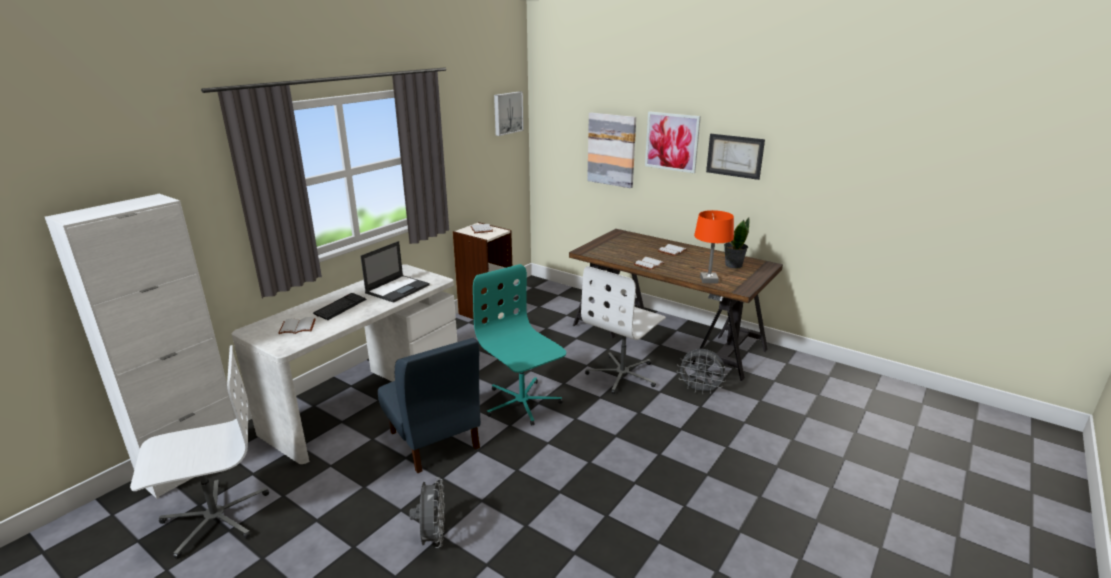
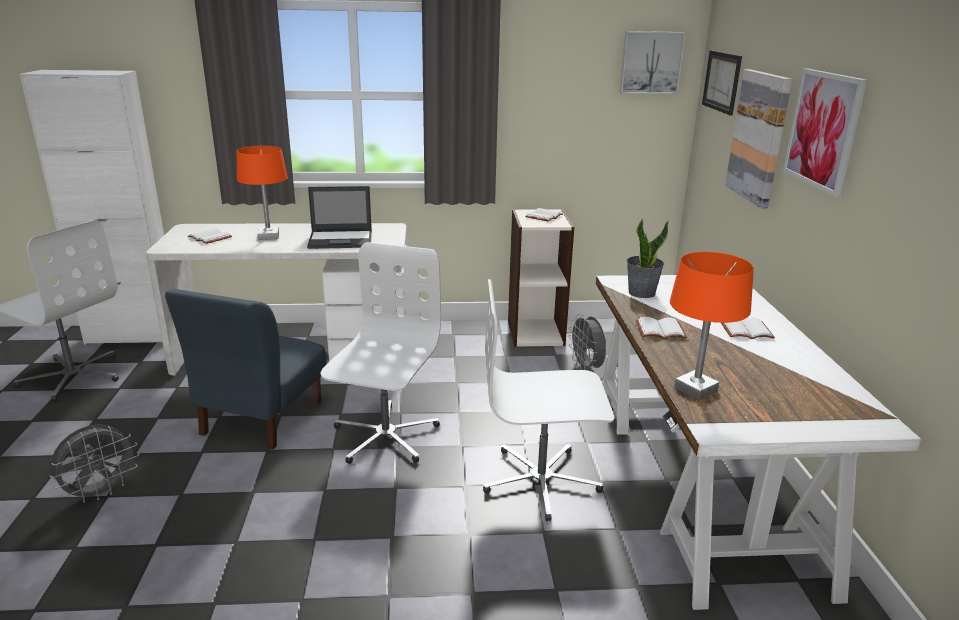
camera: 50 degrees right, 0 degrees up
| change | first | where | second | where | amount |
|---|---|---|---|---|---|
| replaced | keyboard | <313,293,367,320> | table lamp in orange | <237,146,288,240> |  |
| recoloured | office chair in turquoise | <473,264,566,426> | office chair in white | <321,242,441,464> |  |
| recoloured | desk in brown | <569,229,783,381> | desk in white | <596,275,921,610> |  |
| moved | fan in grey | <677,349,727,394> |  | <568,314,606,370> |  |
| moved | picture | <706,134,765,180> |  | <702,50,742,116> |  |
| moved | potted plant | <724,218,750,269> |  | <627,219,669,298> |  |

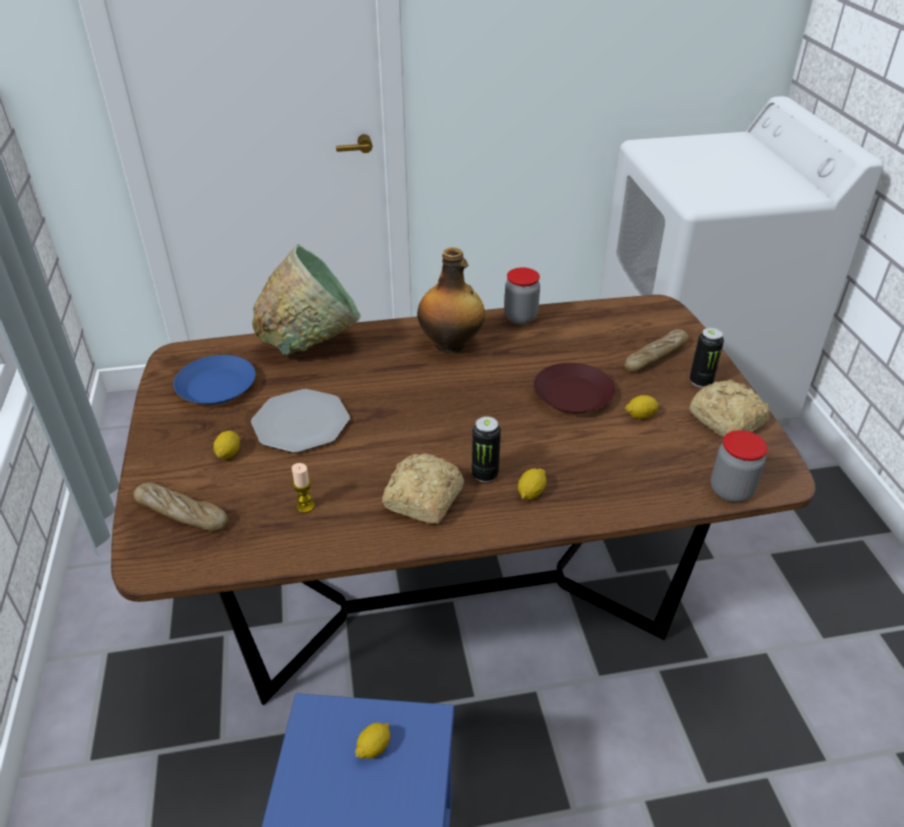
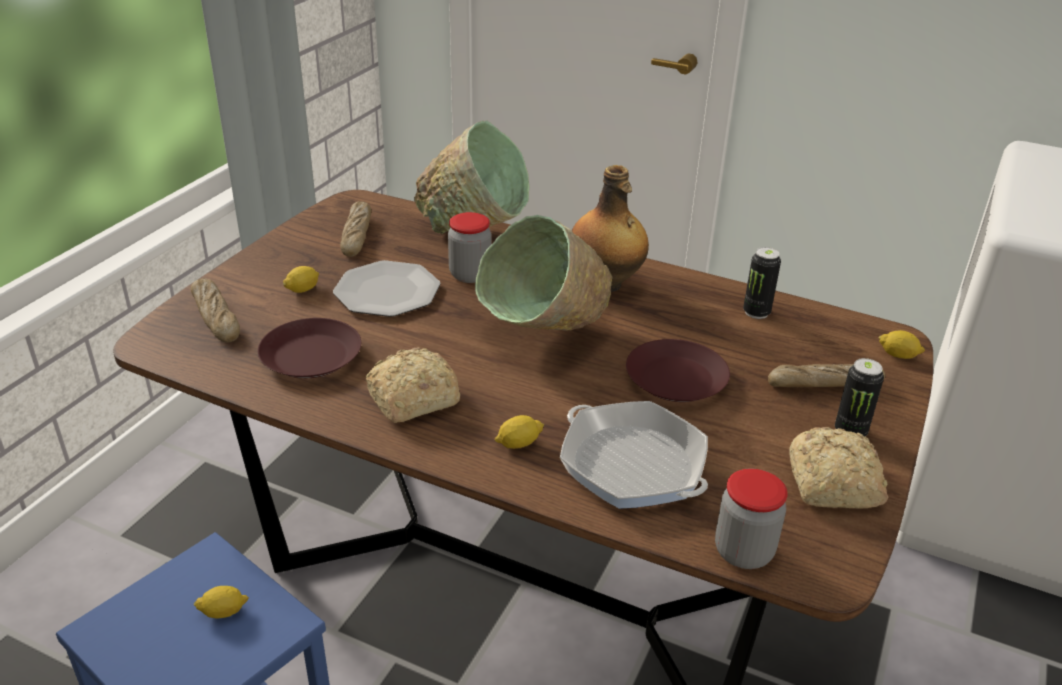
camera: 35 degrees right, 5 degrees down
| change | first | where | second | where | amount |
|---|---|---|---|---|---|
| replaced | plate in blue | <174,355,256,405> | bread | <340,201,371,257> |  |
| replaced | candle | <292,463,315,513> | plate in brown | <258,318,361,378> |  |
| moved | can | <472,416,501,482> |  | <743,247,781,319> |  |
| moved | jar | <504,267,540,325> |  | <448,212,491,283> |  |
| moved | lemon | <625,395,659,419> |  | <879,330,925,359> |  |
| added |  |  | bowl in green | <475,215,613,331> |  |
| added |  |  | frying pan | <560,401,708,509> |  |

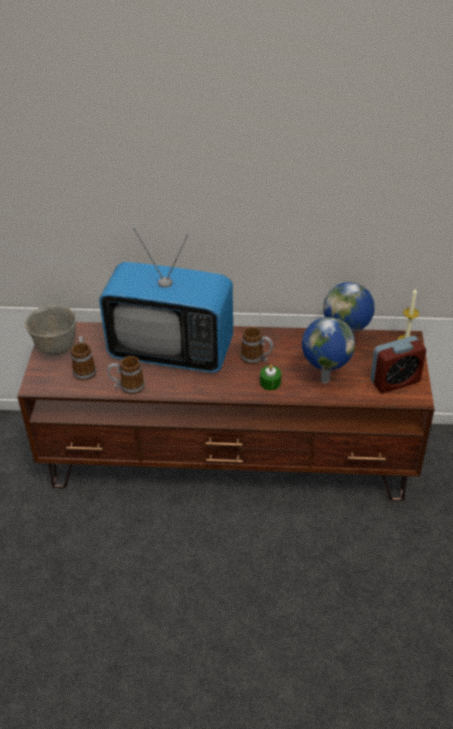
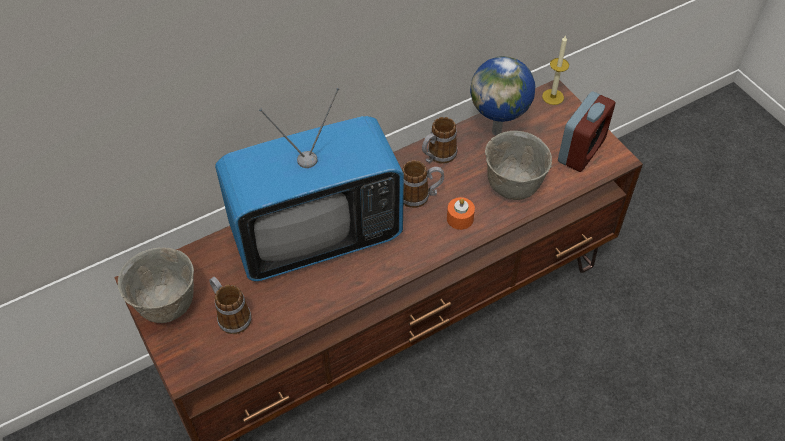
camera: 35 degrees left, 10 degrees up
| change | first | where | second | where | amount |
|---|---|---|---|---|---|
| moved | mug | <107,356,145,394> |  | <422,117,457,163> |  |
| recoloured | candle in green | <260,364,281,390> | candle in orange | <447,197,475,230> |  |
| replaced | globe | <302,317,355,384> | bowl in grey | <485,131,552,200> |  |

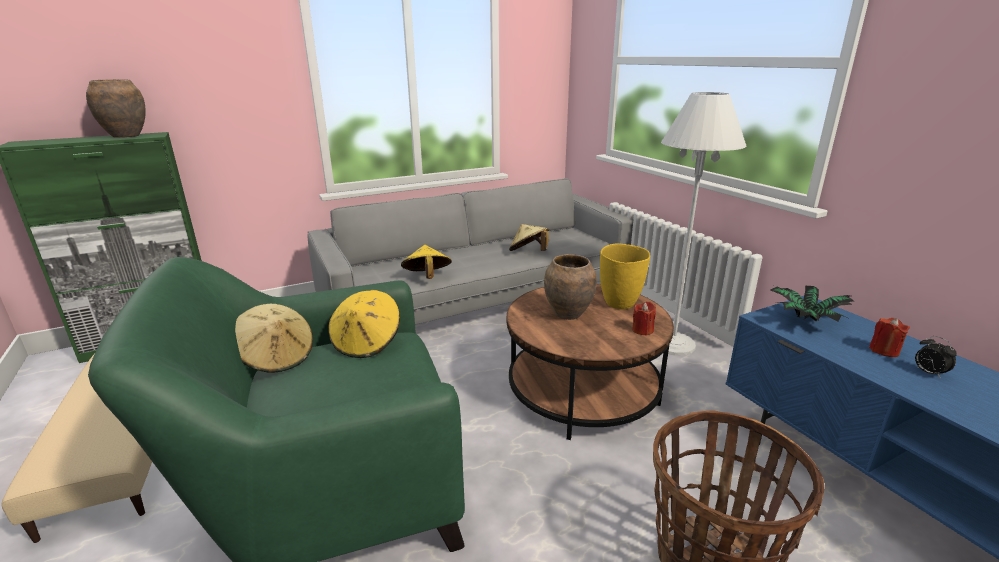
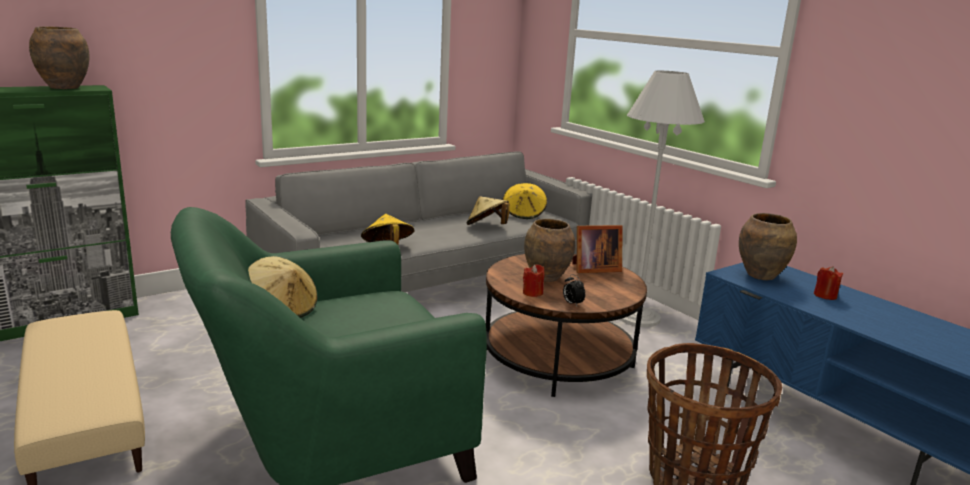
camera: 10 degrees left, 5 degrees down
| change | first | where | second | where | amount |
|---|---|---|---|---|---|
| moved | hat in yellow | <328,290,400,358> |  | <503,183,547,219> |  |
| replaced | vase in yellow | <600,243,650,309> | picture frame | <572,225,623,273> |  |
| moved | candle in red | <632,301,656,336> |  | <523,264,544,297> |  |
| replaced | potted plant | <771,286,854,322> | vase in brown | <739,213,797,280> |  |
| moved | alarm clock | <915,336,957,378> |  | <563,274,585,306> |  |

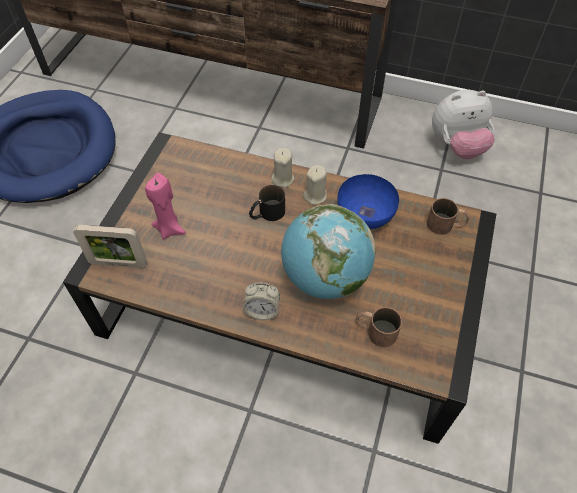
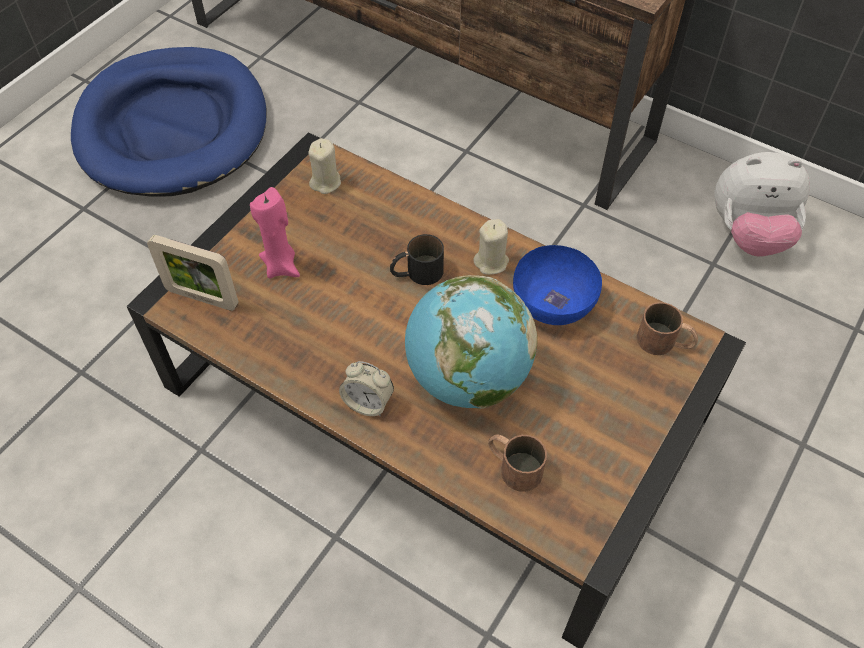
camera: 15 degrees right, 0 degrees up
| change | first | where | second | where | amount |
|---|---|---|---|---|---|
| moved | candle in beige | <271,148,294,188> |  | <308,138,341,194> |  |

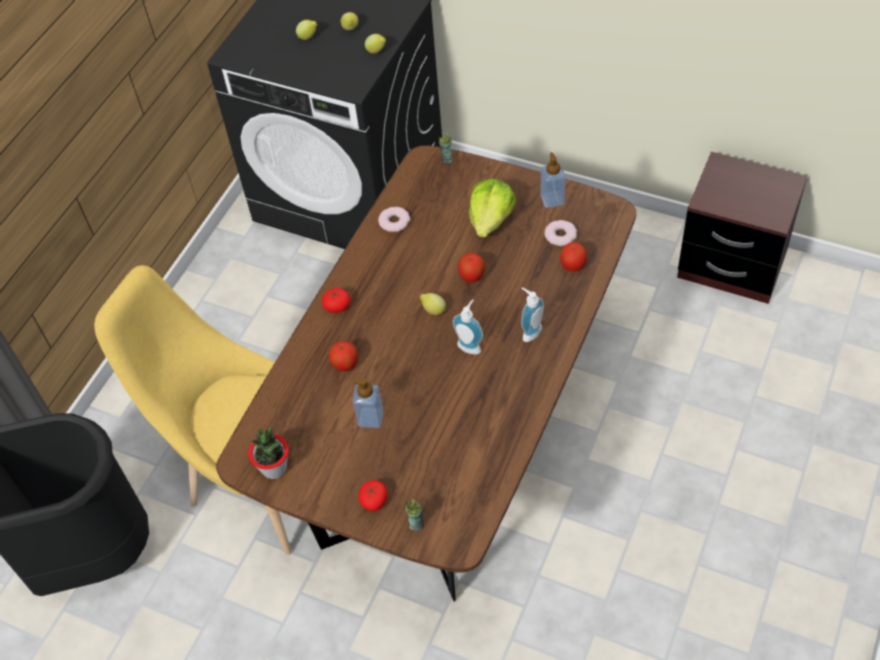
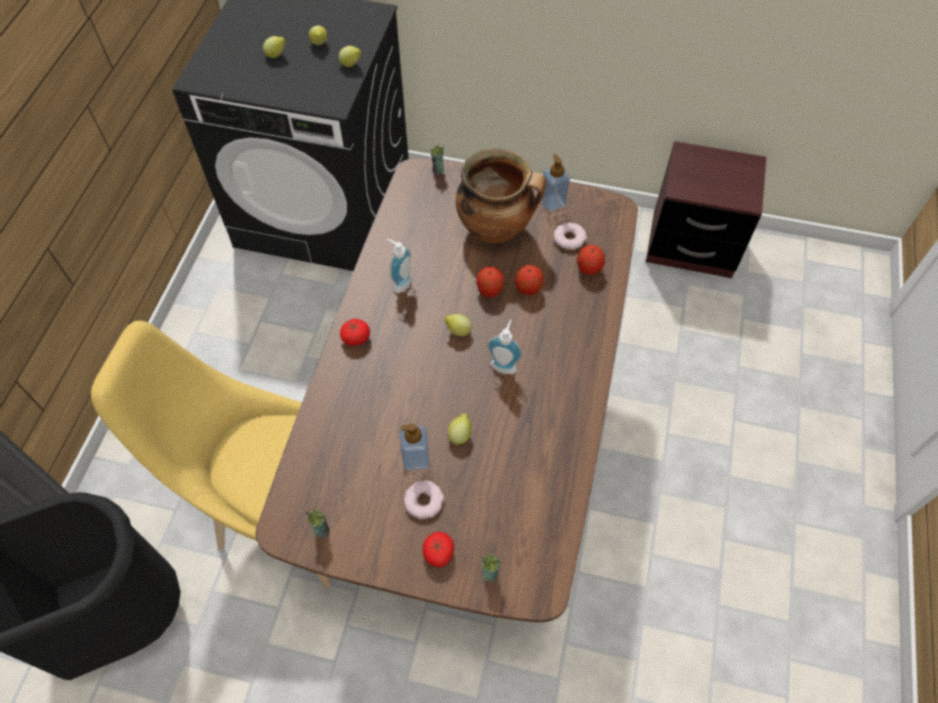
camera: 15 degrees left, 5 degrees up
| change | first | where | second | where | amount |
|---|---|---|---|---|---|
| replaced | potted plant | <248,427,289,479> | cup | <305,508,329,538> |  |
| moved | apple | <329,341,358,371> |  | <515,265,543,295> |  |
| moved | donut | <378,207,411,232> |  | <404,481,444,519> |  |
| replaced | lettuce | <469,179,516,237> | cooking pot | <456,149,546,243> |  |
| moved | soap dispenser | <521,287,544,342> |  | <387,239,412,293> |  |
| added |  |  | lemon | <447,414,471,446> |  |

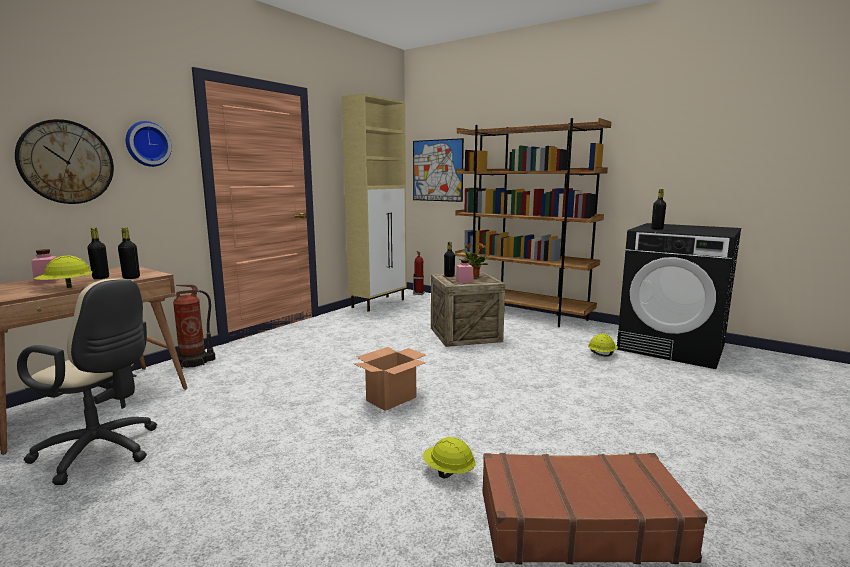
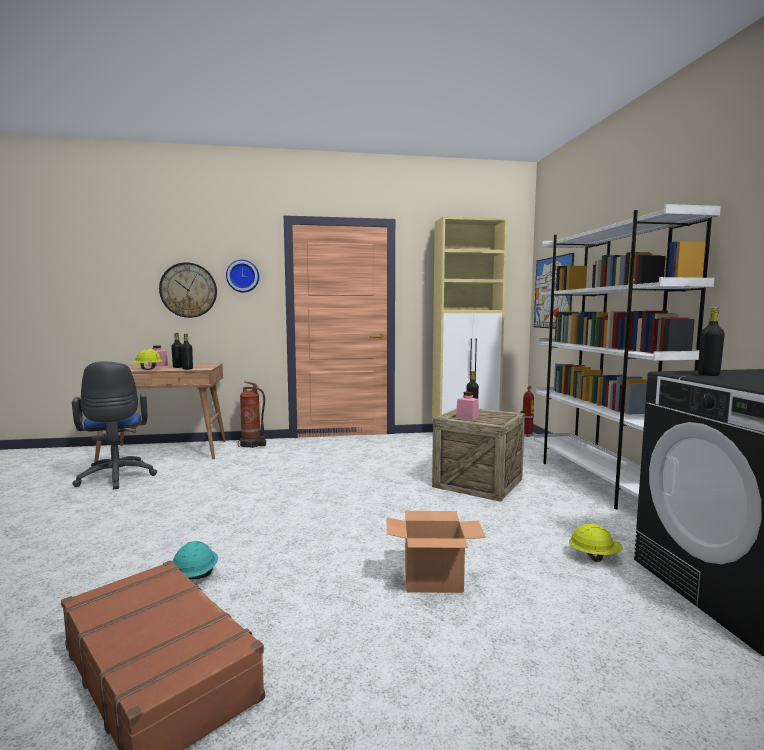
camera: 45 degrees right, 5 degrees down
| change | first | where | second | where | amount |
|---|---|---|---|---|---|
| recoloured | office chair in beige | <17,279,157,485> | office chair in blue | <72,361,157,489> |  |
| moved | cardboard box | <354,347,426,411> |  | <387,511,486,593> |  |
| recoloured | hard hat in yellow | <423,437,476,479> | hard hat in turquoise | <172,541,218,579> |  |
| recoloured | bookcase in brown | <455,118,611,327> | bookcase in white | <534,204,721,509> |  |
| removed | potted plant | <458,243,490,278> |  |  |  |

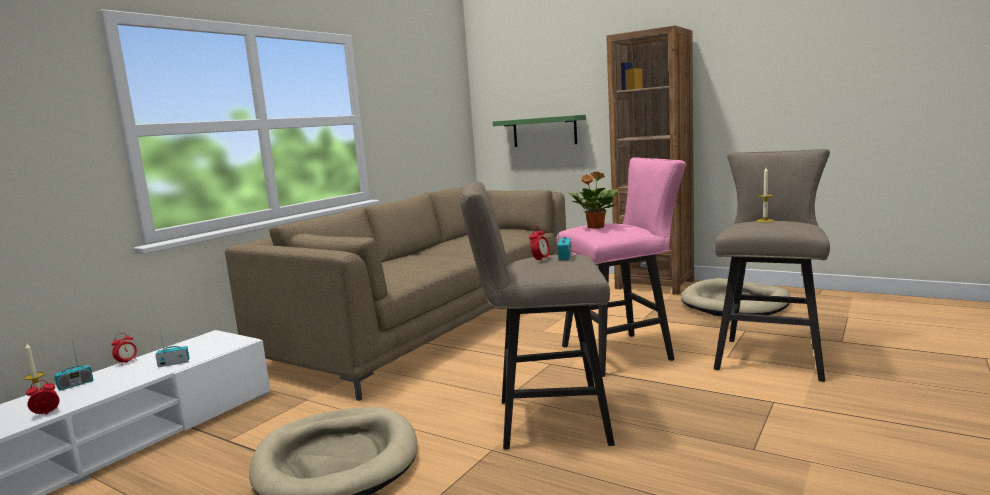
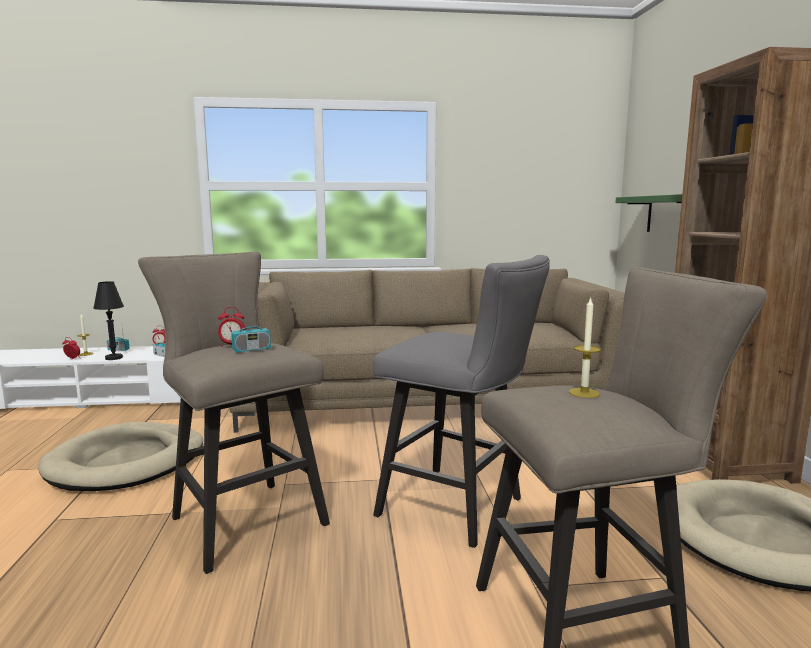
camera: 50 degrees right, 0 degrees up
| change | first | where | second | where | amount |
|---|---|---|---|---|---|
| recoloured | stool in pink | <557,157,686,377> | stool in grey | <373,255,550,548> |  |
| removed | potted plant | <569,171,618,229> |  |  |  |
| added |  |  | table lamp in black | <93,281,124,360> |  |

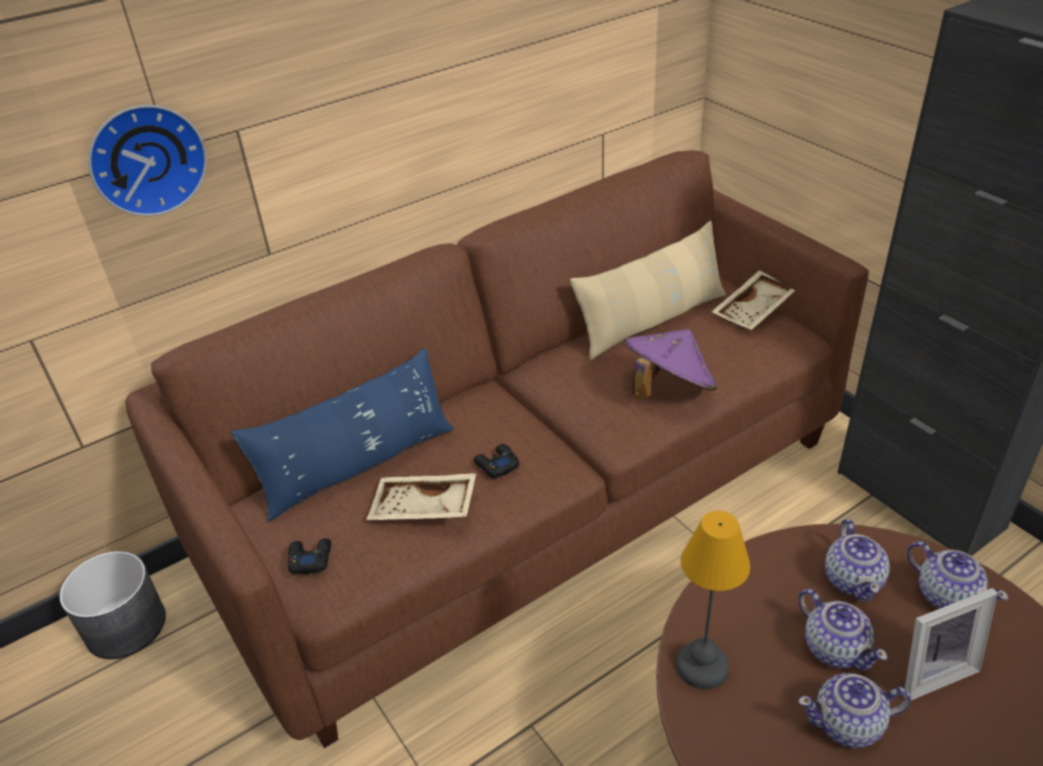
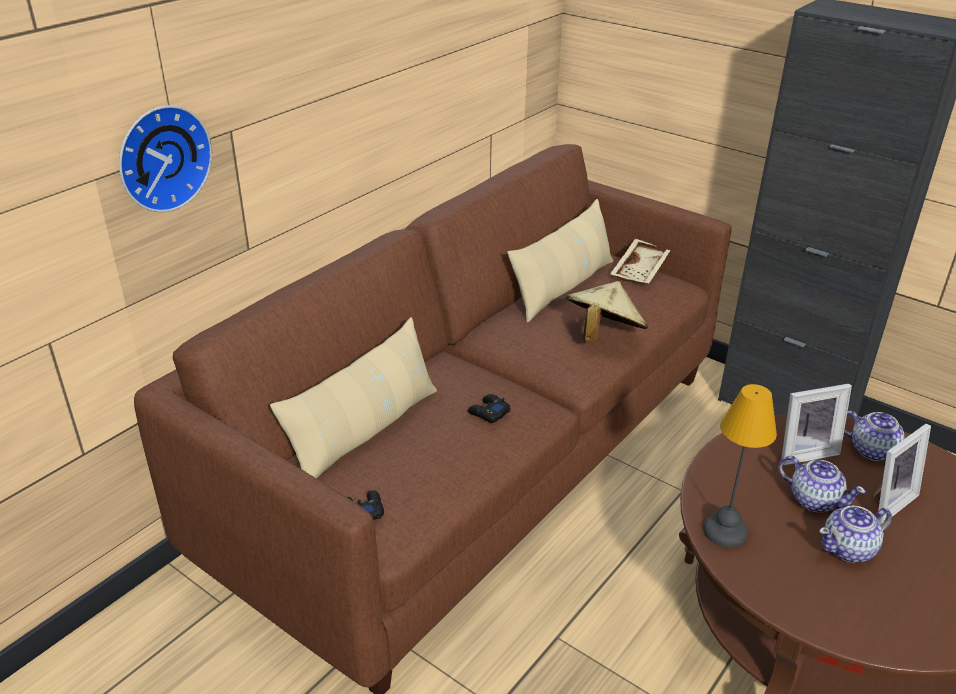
camera: 20 degrees left, 5 degrees down
| change | first | where | second | where | amount |
|---|---|---|---|---|---|
| removed | planter in grey | <59,551,166,659> |  |  |  |
| recoloured | pillow in blue | <231,348,454,522> | pillow in beige | <270,317,437,479> |  |
| removed | tray in beige | <366,473,477,520> |  |  |  |
| recoloured | hat in purple | <625,329,717,398> | hat in beige | <566,281,648,343> |  |
| replaced | teapot | <825,519,890,602> | picture frame | <781,384,852,465> |  |

